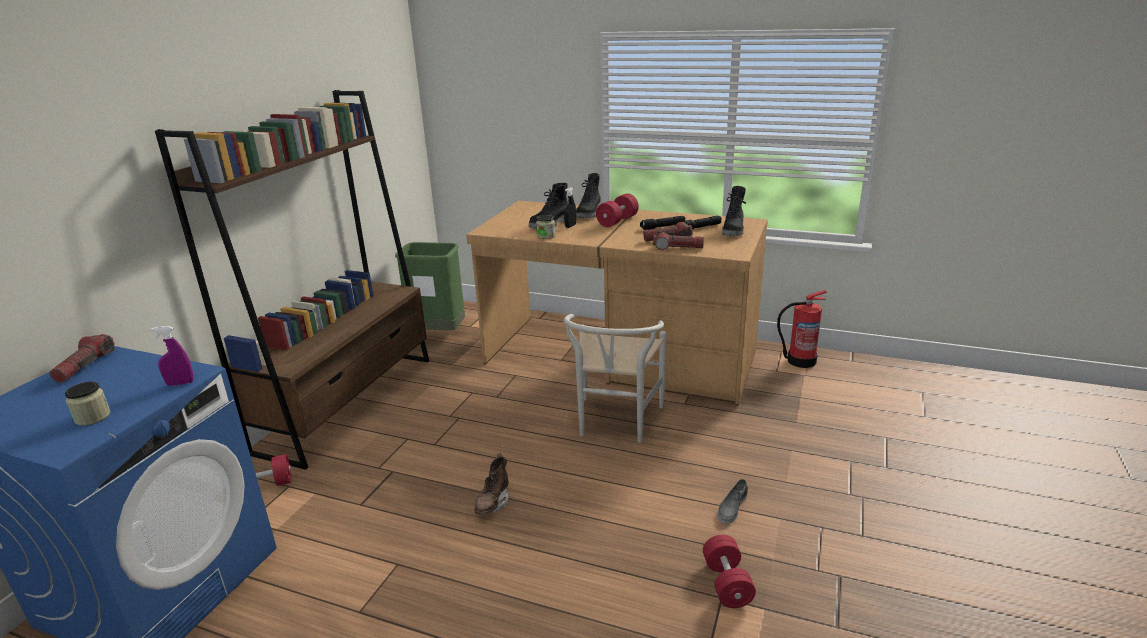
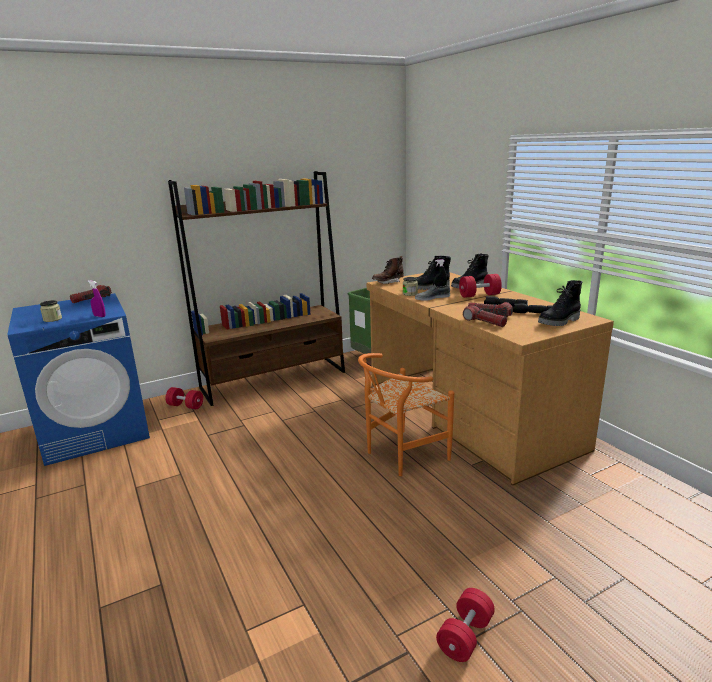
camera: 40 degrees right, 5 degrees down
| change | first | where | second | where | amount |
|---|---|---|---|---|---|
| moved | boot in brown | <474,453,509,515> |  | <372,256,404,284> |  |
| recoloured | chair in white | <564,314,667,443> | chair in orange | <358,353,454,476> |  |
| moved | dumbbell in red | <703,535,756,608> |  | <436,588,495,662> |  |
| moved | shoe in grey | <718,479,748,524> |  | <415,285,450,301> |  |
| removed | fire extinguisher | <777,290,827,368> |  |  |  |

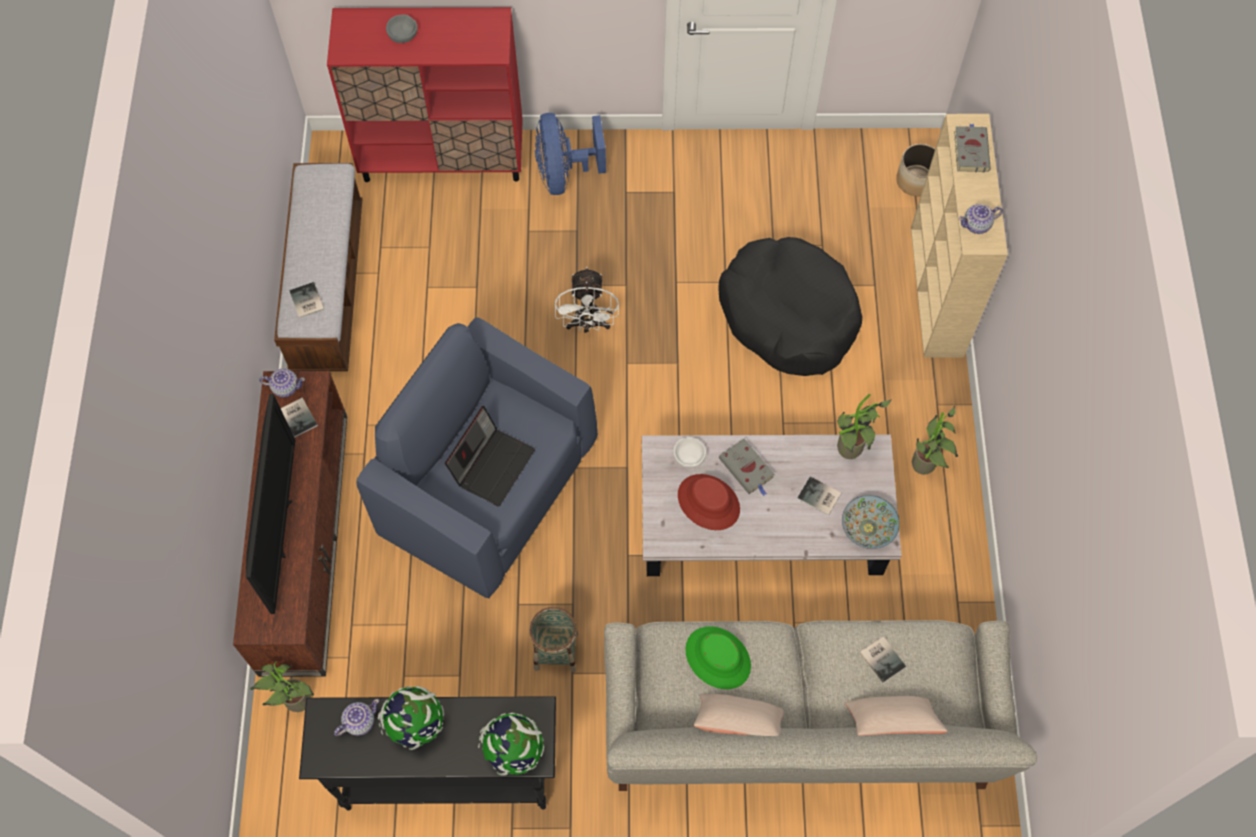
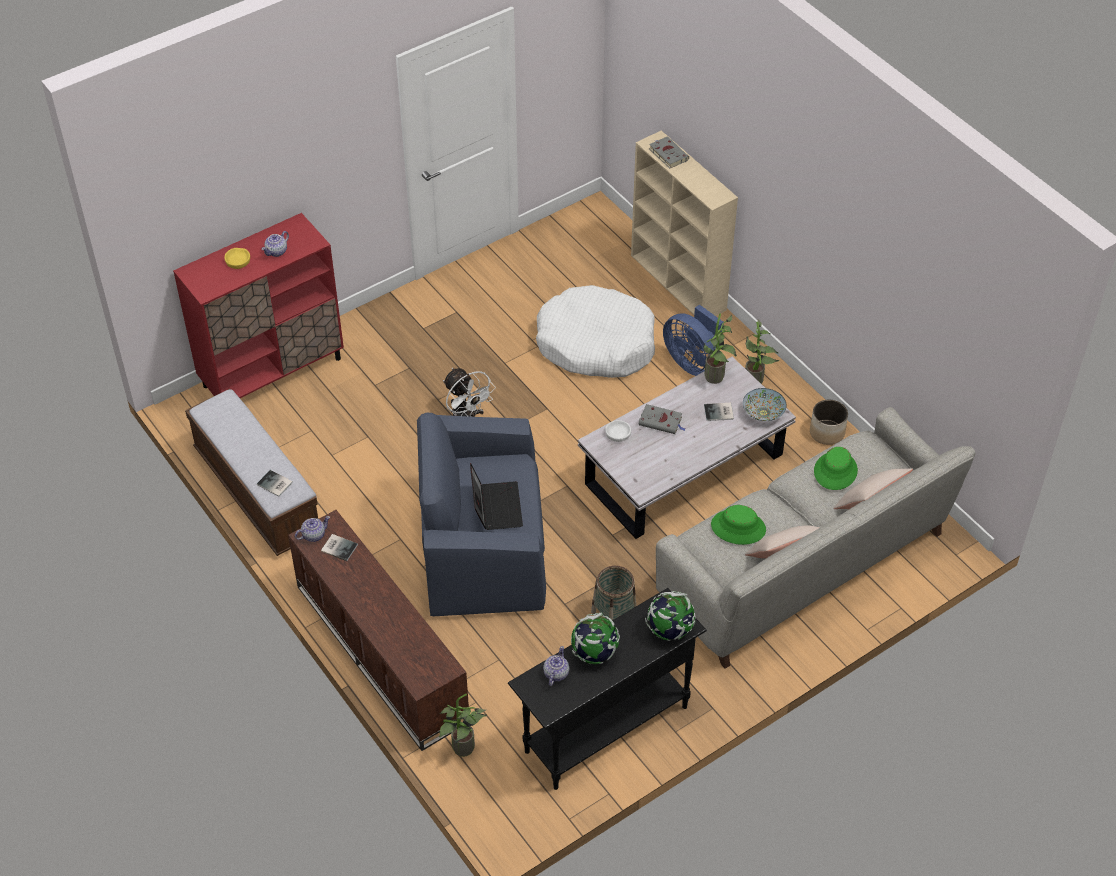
camera: 35 degrees left, 15 degrees down
| change | first | where | second | where | amount |
|---|---|---|---|---|---|
| removed | television | <246,394,295,614> |  |  |  |
| recoloured | bowl in grey | <386,15,417,43> | bowl in yellow | <224,248,250,269> |  |
| moved | fan in blue | <535,113,606,195> |  | <663,304,724,376> |  |
| removed | hat in red | <678,474,740,530> |  |  |  |
| recoloured | dog bed in black | <718,237,862,376> | dog bed in white | <536,285,655,378> |  |
| replaced | book | <860,636,906,683> | hat in green | <814,447,858,490> |  |
| moved | planter | <896,144,935,196> |  | <810,400,848,445> |  |
| moved | teapot | <959,204,1003,234> |  | <262,231,289,257> |  |

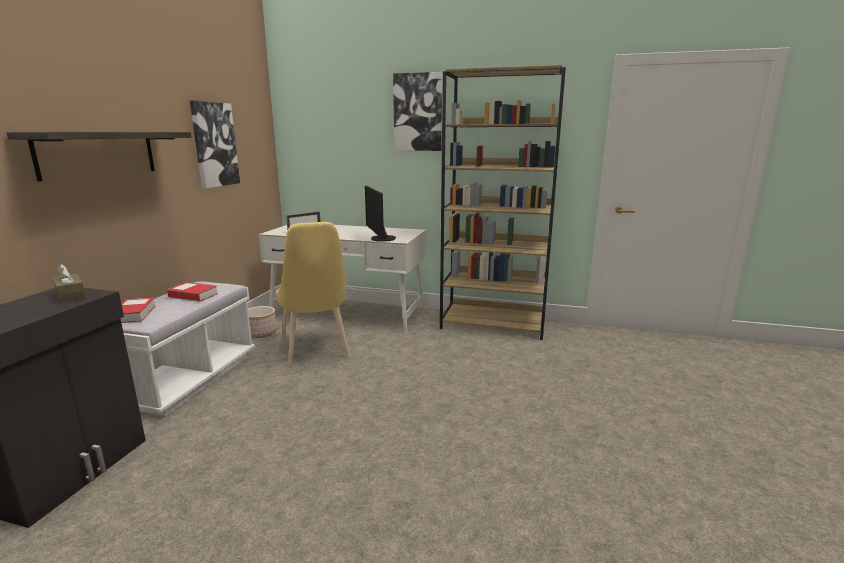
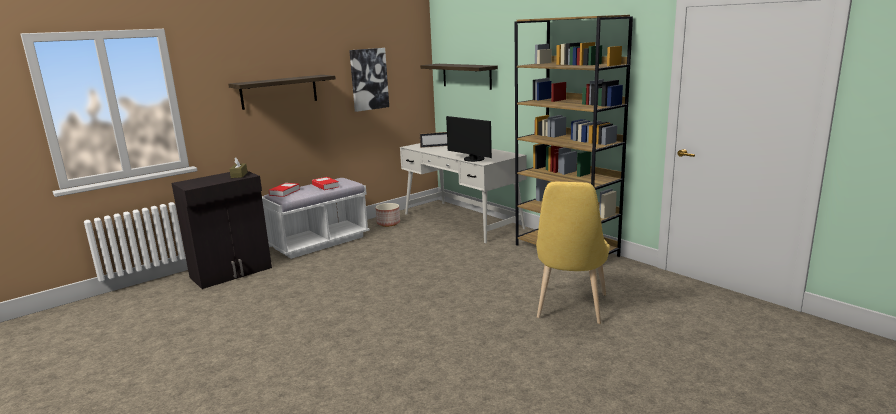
camera: 35 degrees right, 0 degrees up
| change | first | where | second | where | amount |
|---|---|---|---|---|---|
| moved | chair in yellow | <276,222,350,365> |  | <536,182,610,324> |  |
| turned | monitor | <365,186,396,242> |  | <446,116,492,162> | 60 degrees counterclockwise |
| removed | picture | <393,72,442,151> |  |  |  |
| added |  |  | shelf | <420,64,498,90> |  |

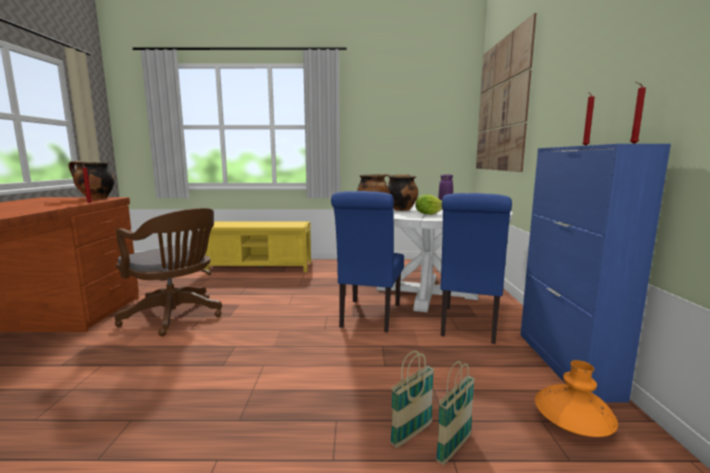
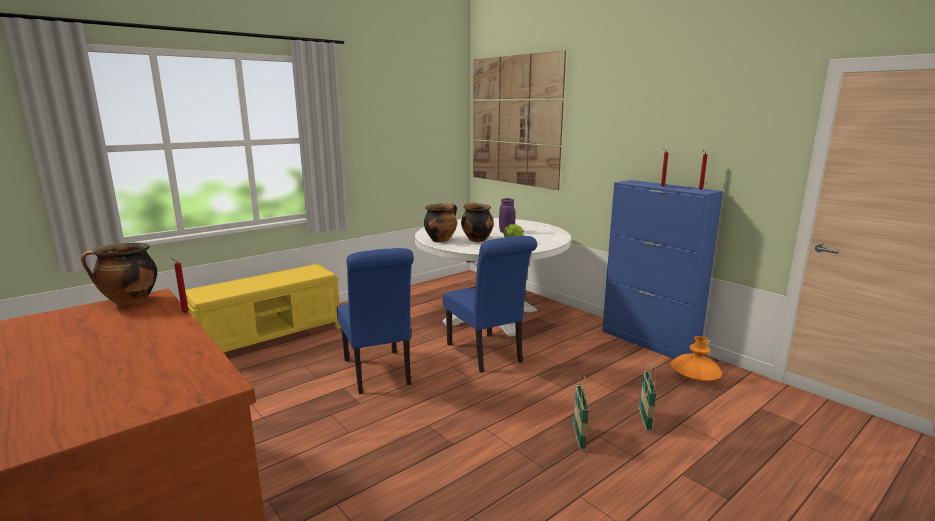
camera: 40 degrees left, 5 degrees up
| change | first | where | second | where | amount |
|---|---|---|---|---|---|
| removed | office chair in brown | <115,208,222,336> |  |  |  |
| moved | basket | <436,361,475,465> |  | <573,376,589,450> |  |
| moved | chair in blue | <440,193,512,344> |  | <337,248,414,394> |  |

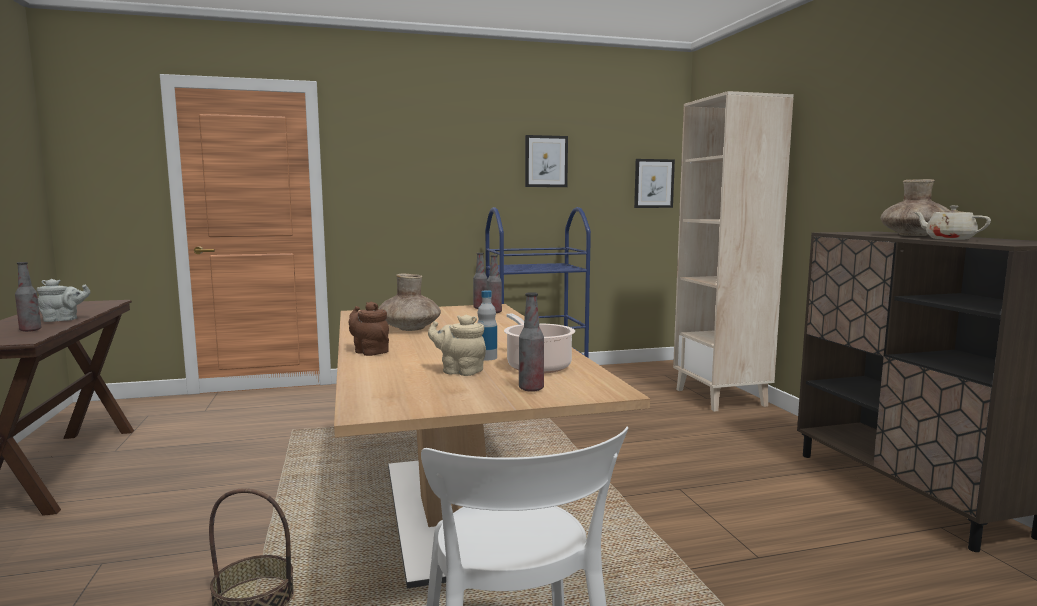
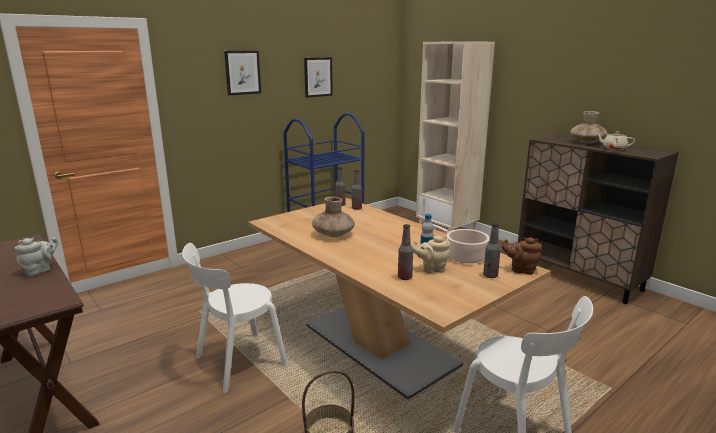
camera: 25 degrees left, 10 degrees up
| change | first | where | second | where | amount |
|---|---|---|---|---|---|
| moved | bottle | <15,262,41,332> |  | <398,224,413,280> |  |
| moved | teapot in brown | <349,302,389,356> |  | <502,237,542,275> |  |
| moved | picture | <634,159,675,208> |  | <224,51,261,95> |  |
| added |  |  | chair in white | <182,243,288,393> |  |

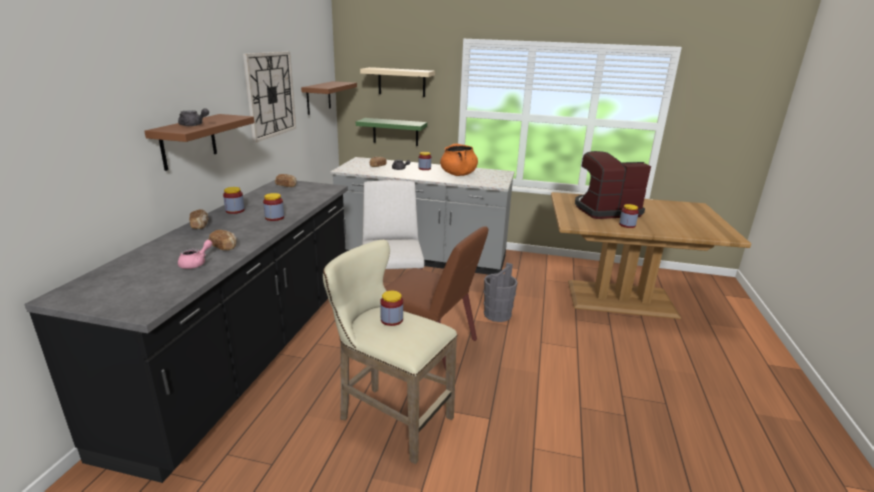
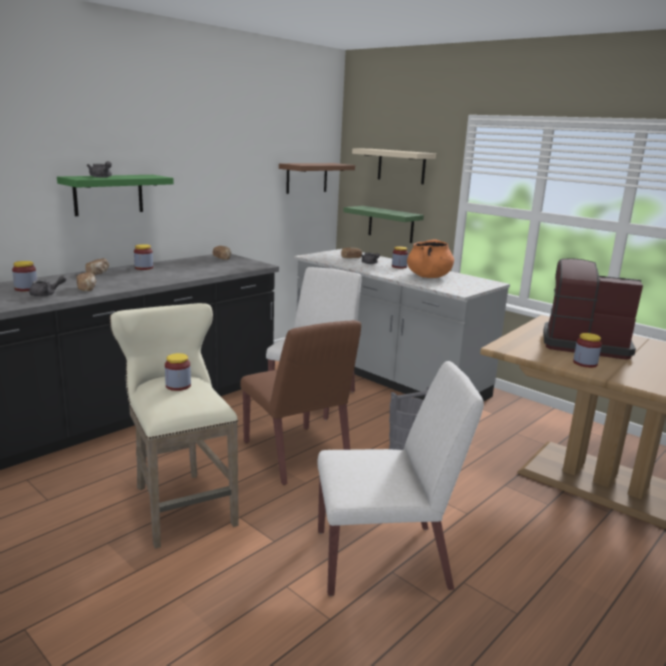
camera: 30 degrees right, 5 degrees down
| change | first | where | second | where | amount |
|---|---|---|---|---|---|
| recoloured | shelf in brown | <144,114,254,171> | shelf in green | <57,175,174,216> |  |
| recoloured | teapot in pink | <178,240,213,269> | teapot in grey | <29,275,67,297> |  |
| removed | wall clock | <243,52,296,142> |  |  |  |
| moved | jar | <263,193,284,221> |  | <12,261,37,291> |  |
| added |  |  | chair in white | <317,361,484,596> |  |

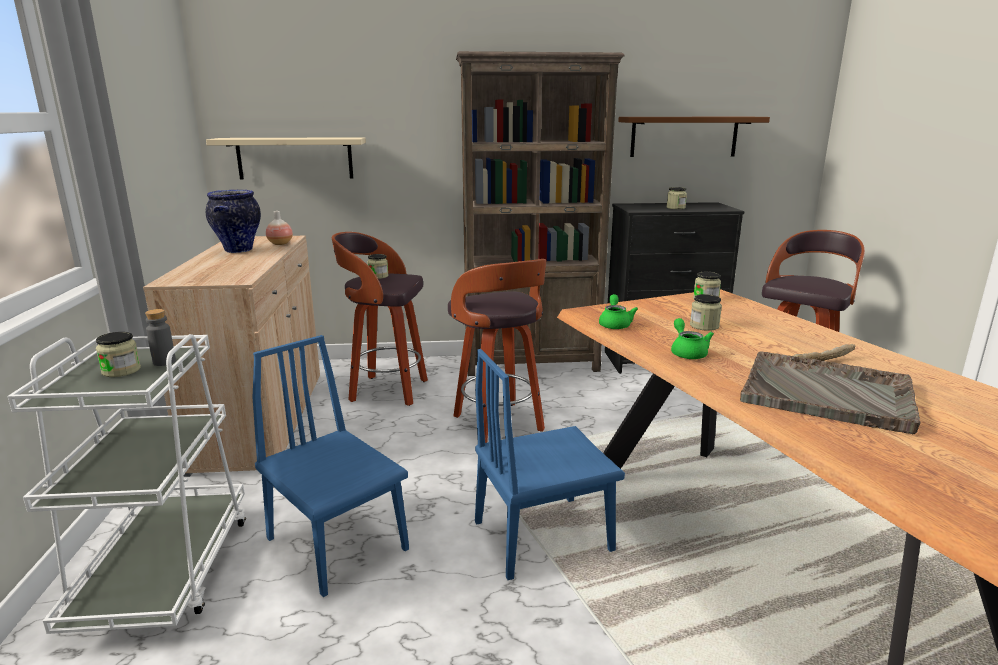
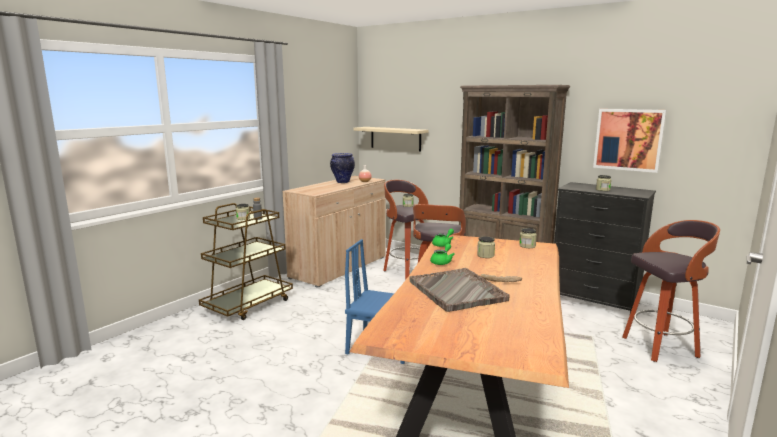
camera: 40 degrees right, 5 degrees down
| change | first | where | second | where | amount |
|---|---|---|---|---|---|
| recoloured | cart in white | <7,334,246,634> | cart in brown | <199,203,293,320> |  |
| removed | chair in blue | <253,335,409,597> |  |  |  |
| replaced | shelf in brown | <618,117,770,157> | picture | <593,109,667,173> |  |

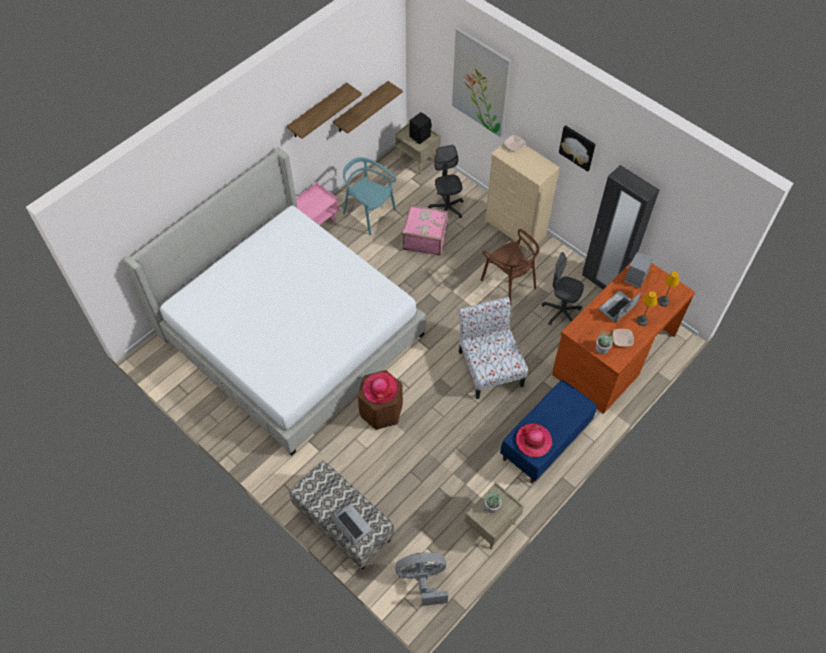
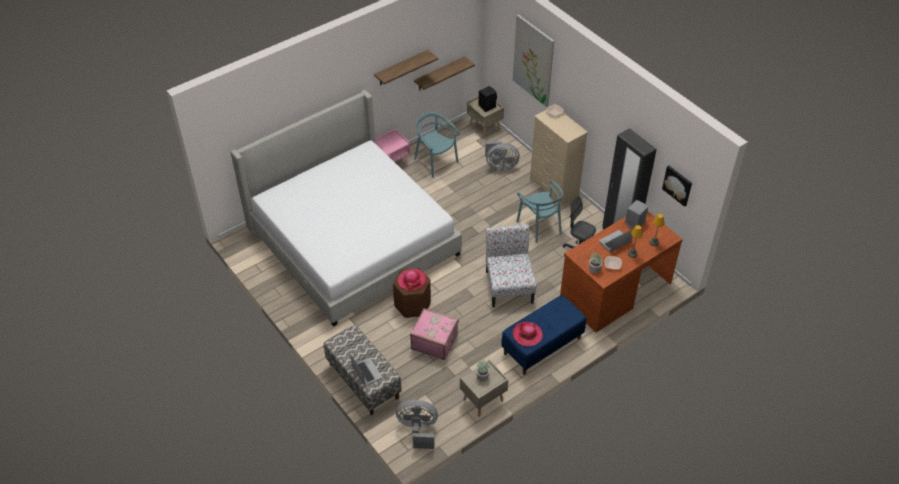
camera: 10 degrees right, 10 degrees down
| change | first | where | second | where | amount |
|---|---|---|---|---|---|
| moved | suitcase in pink | <402,205,449,256> |  | <410,308,459,360> |  |
| replaced | office chair in grey | <428,145,464,218> | fan in grey | <485,141,520,171> |  |
| recoloured | chair in brown | <481,229,540,305> | chair in turquoise | <516,181,563,243> |  |
| moved | picture | <559,125,596,172> |  | <662,166,692,207> |  |

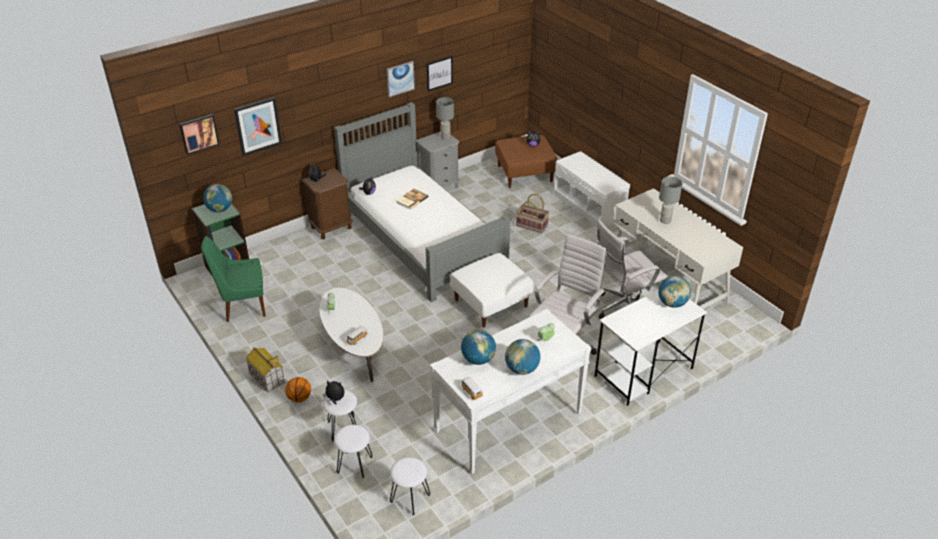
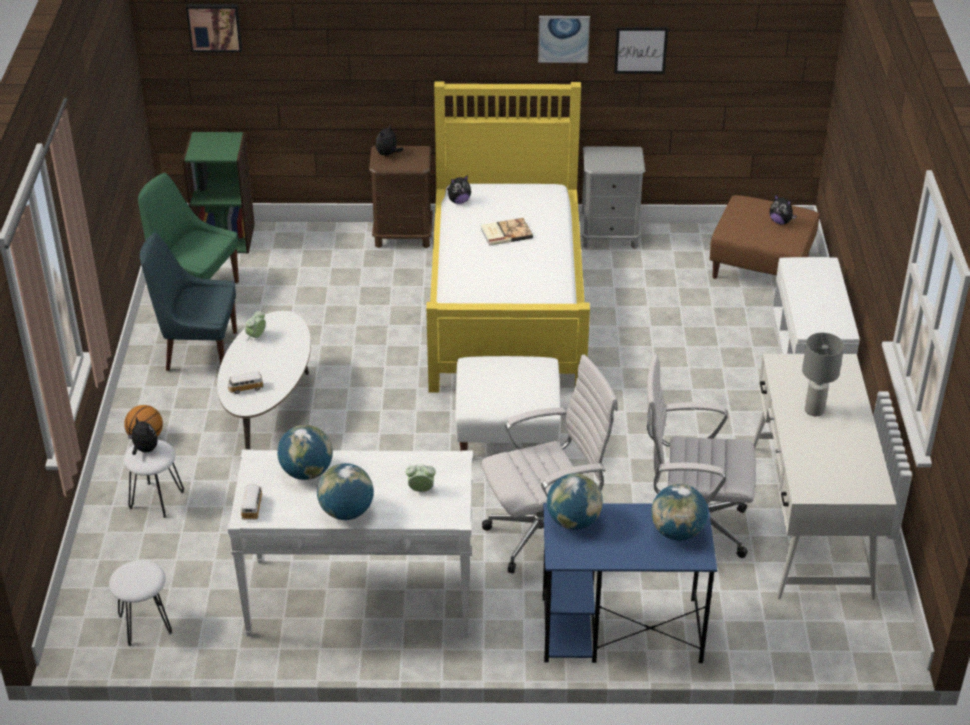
camera: 35 degrees right, 0 degrees up
| change | first | where | second | where | amount |
|---|---|---|---|---|---|
| moved | globe | <203,184,232,212> |  | <547,474,603,530> |  |
| removed | picture | <234,97,282,156> |  |  |  |
| removed | toy house | <246,347,285,392> |  |  |  |
| recoloured | bed in grey | <334,102,510,302> | bed in yellow | <426,82,590,393> |  |
| removed | stool in white | <334,425,373,479> |  |  |  |
| removed | table lamp in grey | <436,97,454,140> |  |  |  |
| removed | basket | <516,194,549,233> |  |  |  |
| recoloured | desk in white | <594,290,707,406> | desk in blue | <542,503,717,663> |  |
| added |  |  | chair in blue | <140,232,237,371> |  |

